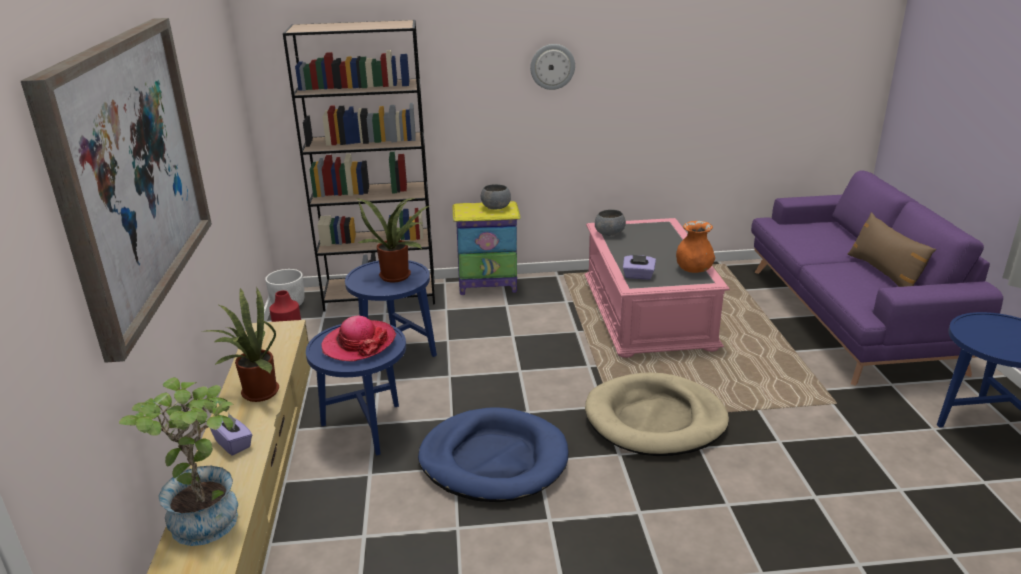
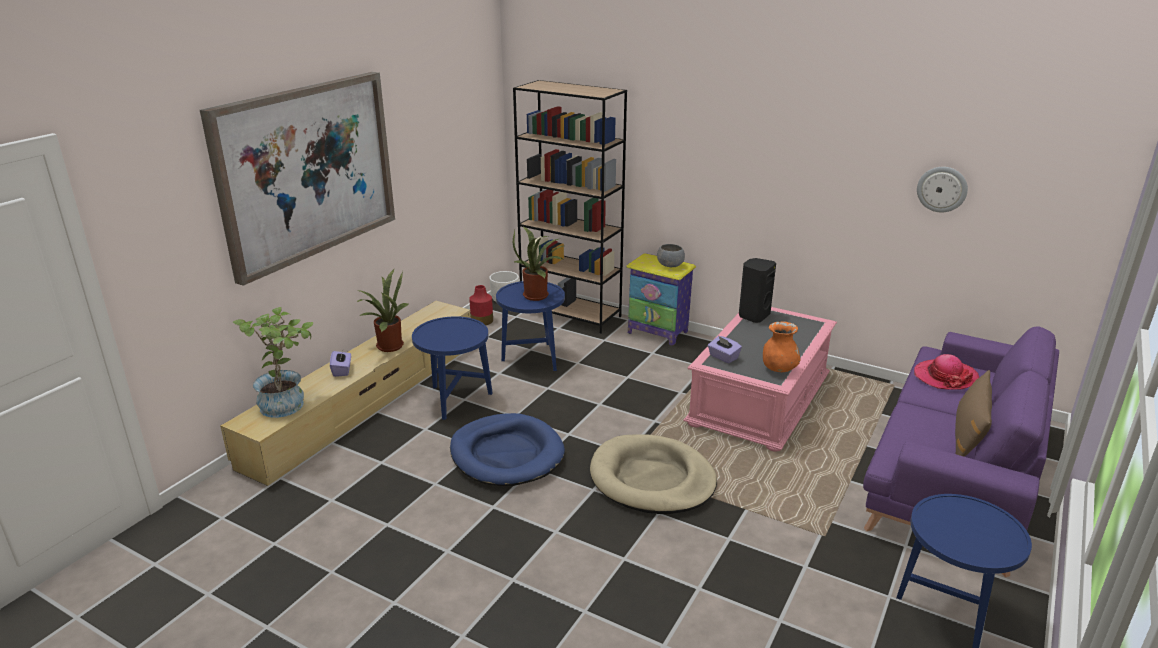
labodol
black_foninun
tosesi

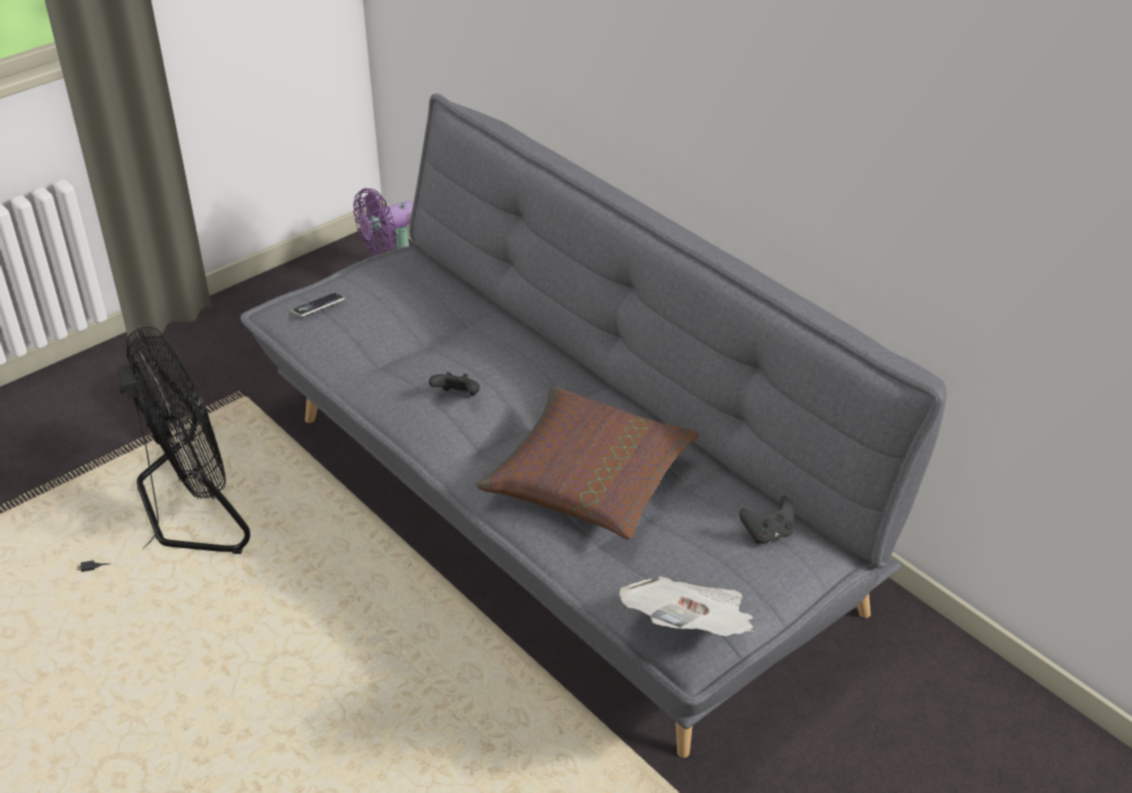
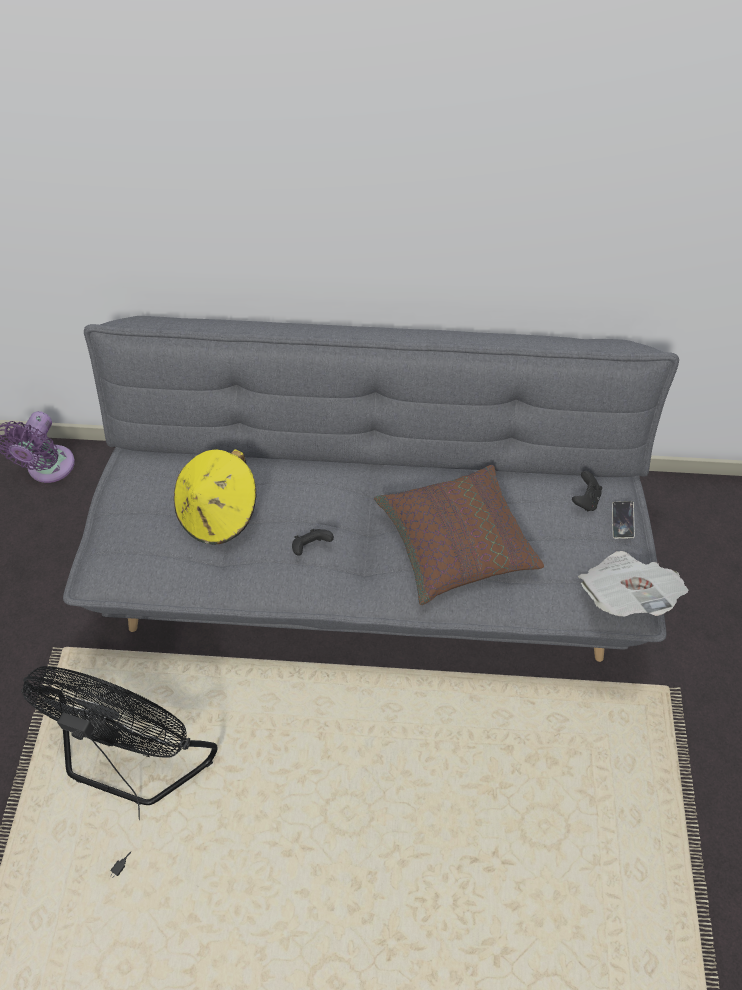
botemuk
yellow_tosesi

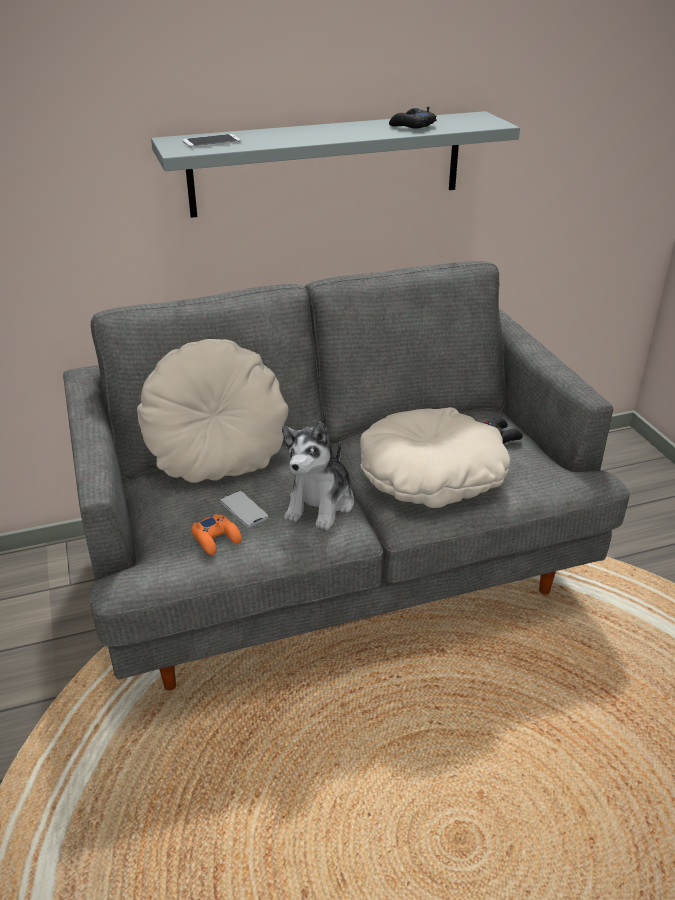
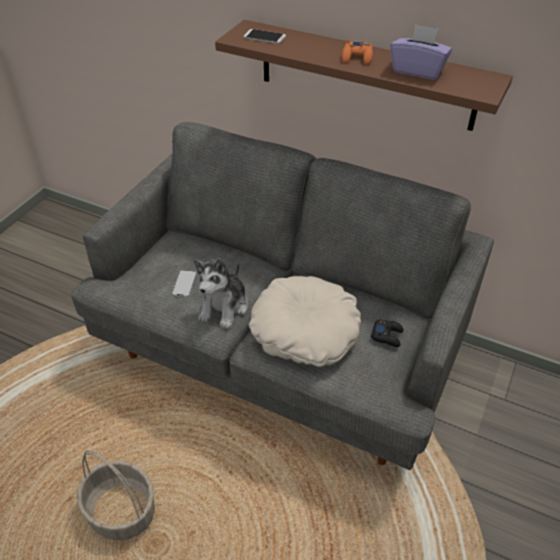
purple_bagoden
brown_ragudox
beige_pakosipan (1st from left in the first image)
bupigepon
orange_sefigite
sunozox

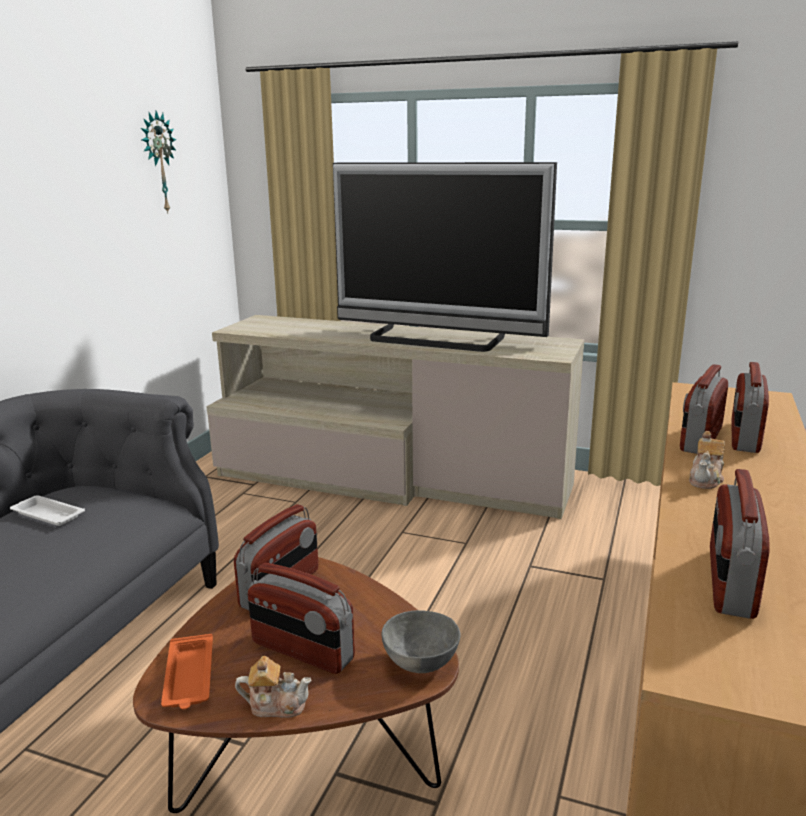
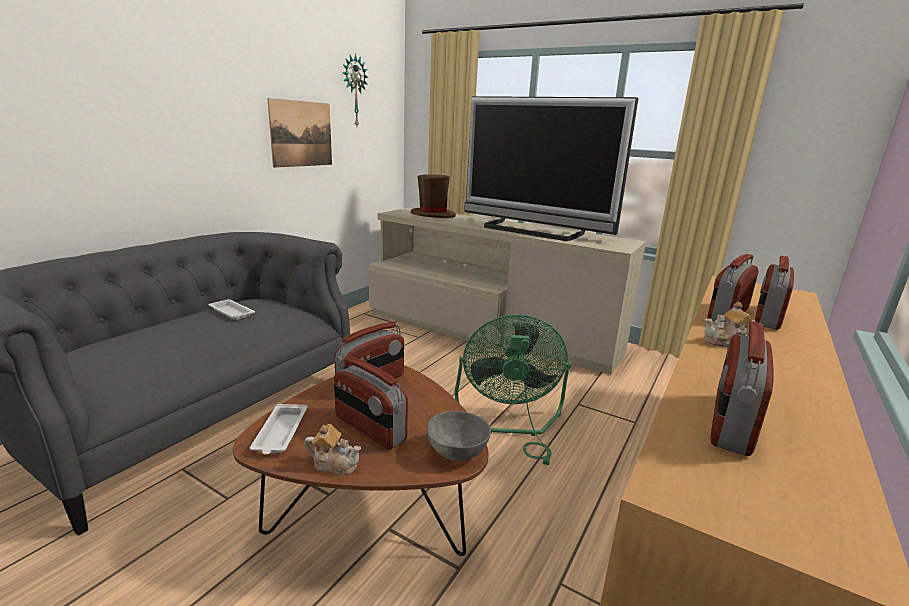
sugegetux (2nd from left)
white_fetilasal (2nd from left)
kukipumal
brown_tosesi
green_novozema

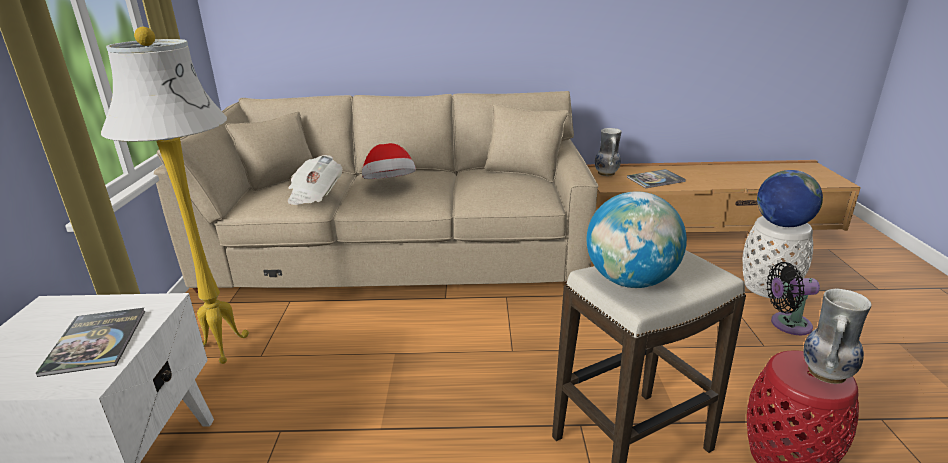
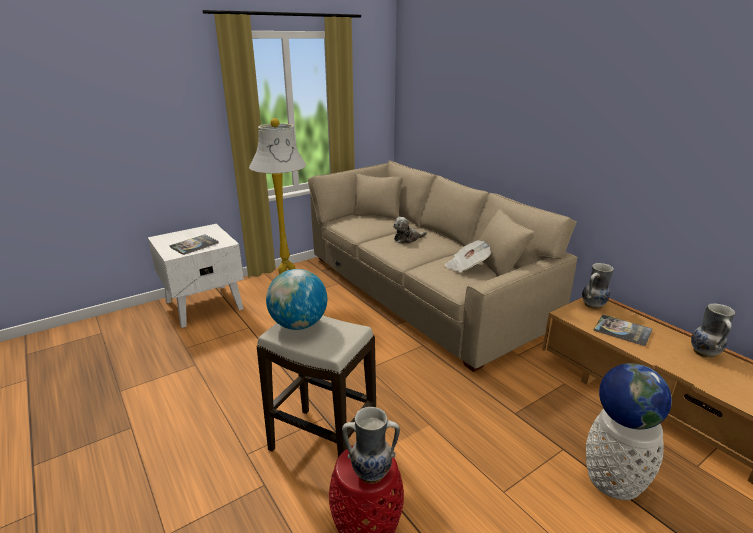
bupigepon
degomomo
black_novozema
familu (3rd from left)

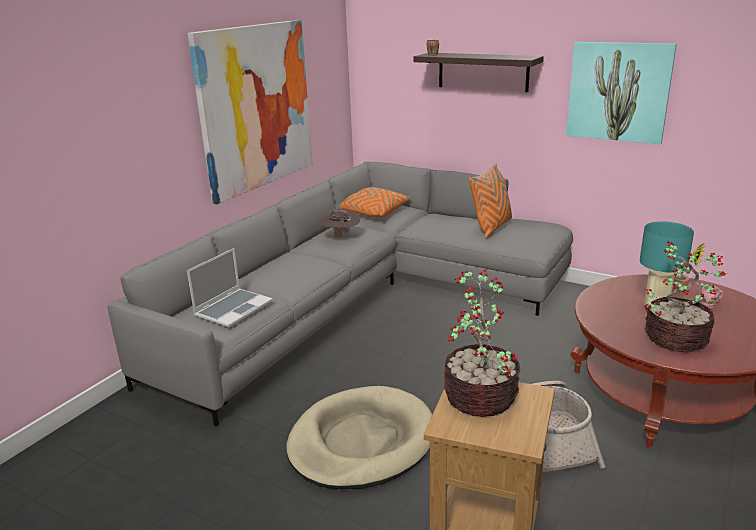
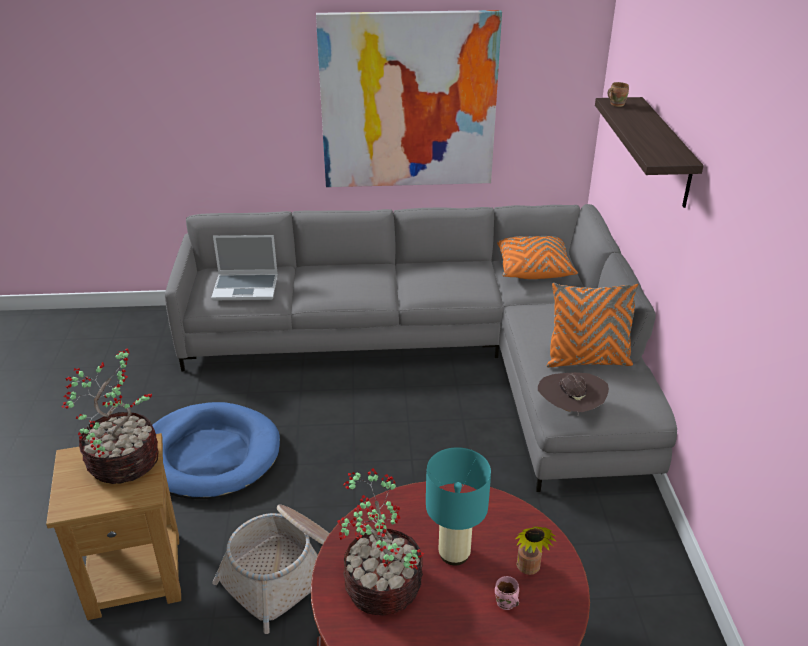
kukipumal (2nd from left in the first image)
brown_tosesi
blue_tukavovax

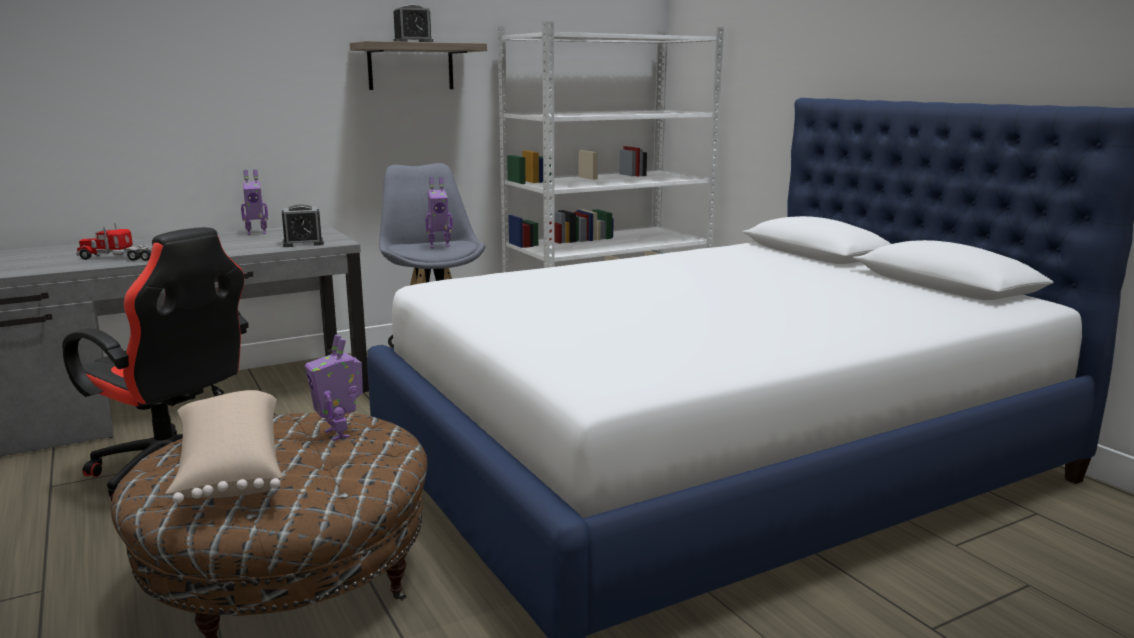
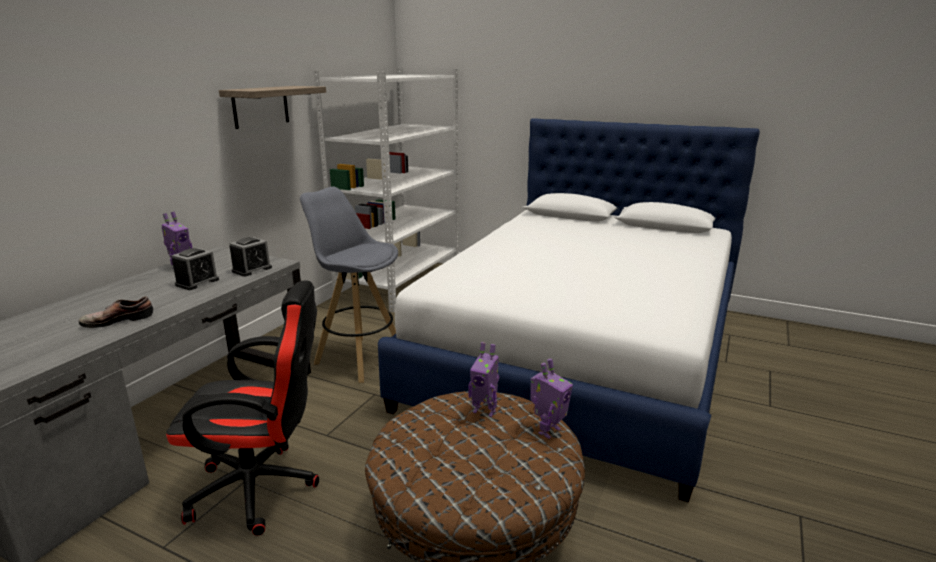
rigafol (1st from left)
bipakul (3rd from left)
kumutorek
beige_pakosipan

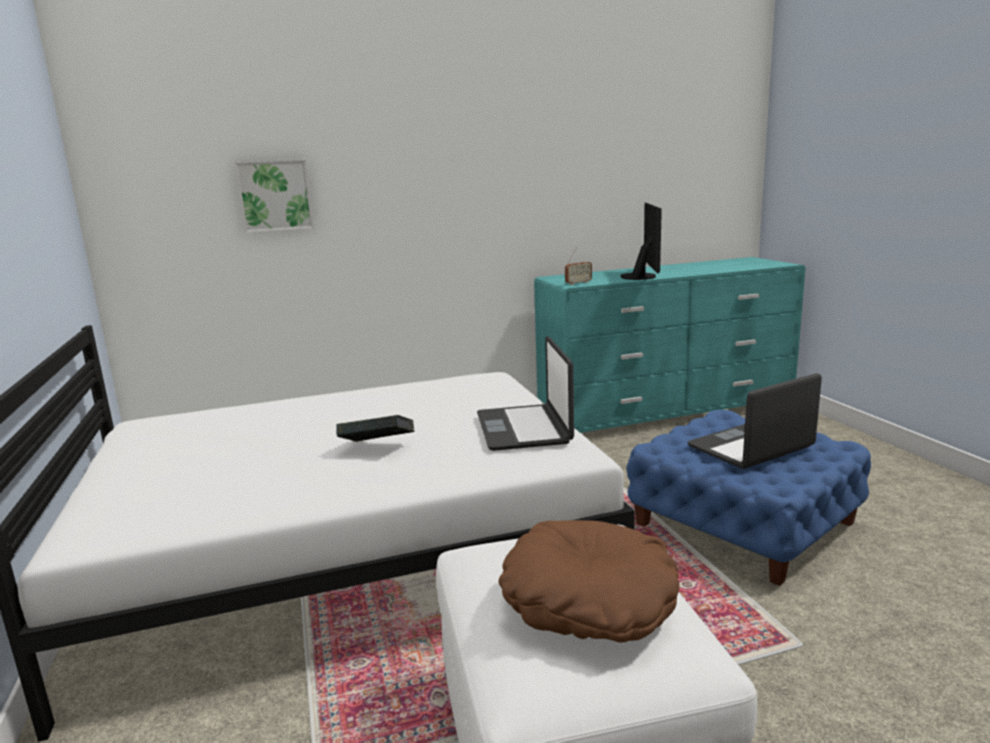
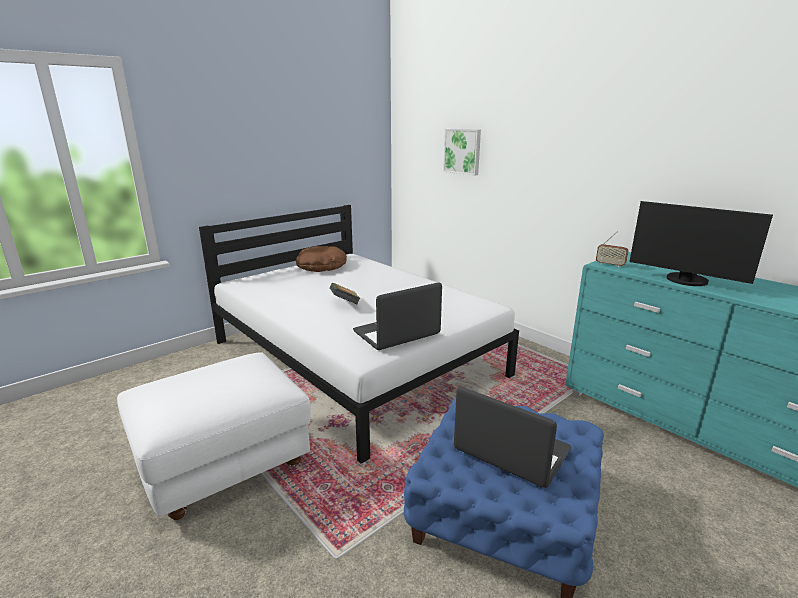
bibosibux
brown_pakosipan

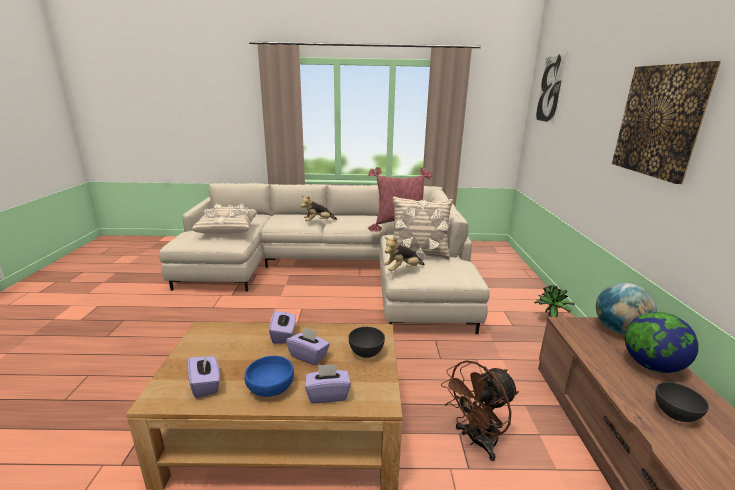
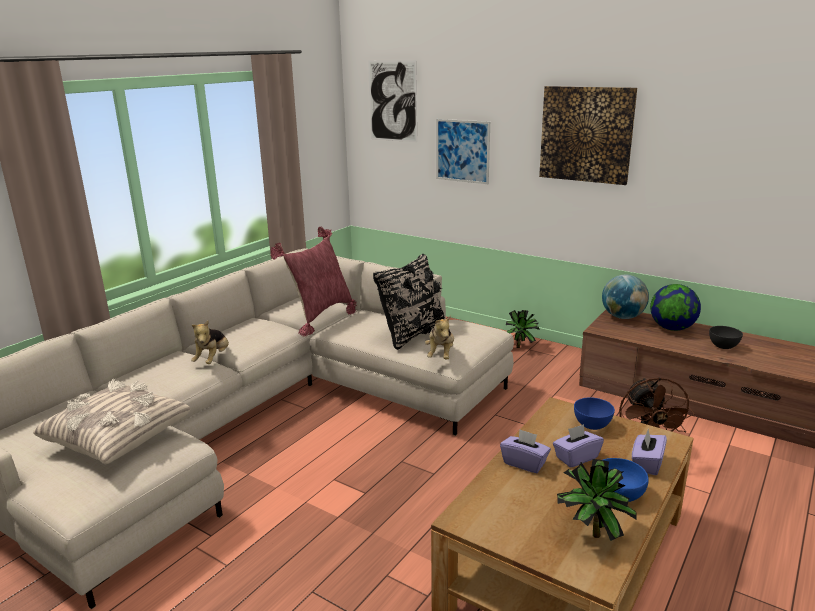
black_pakosipan
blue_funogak (1st from left)
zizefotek (2nd from left)
kukipumal (2nd from left)

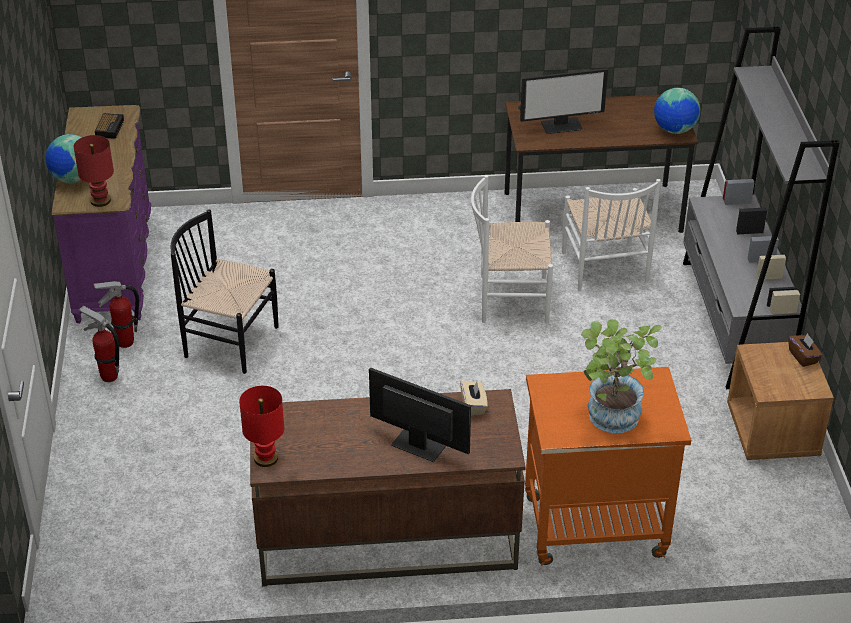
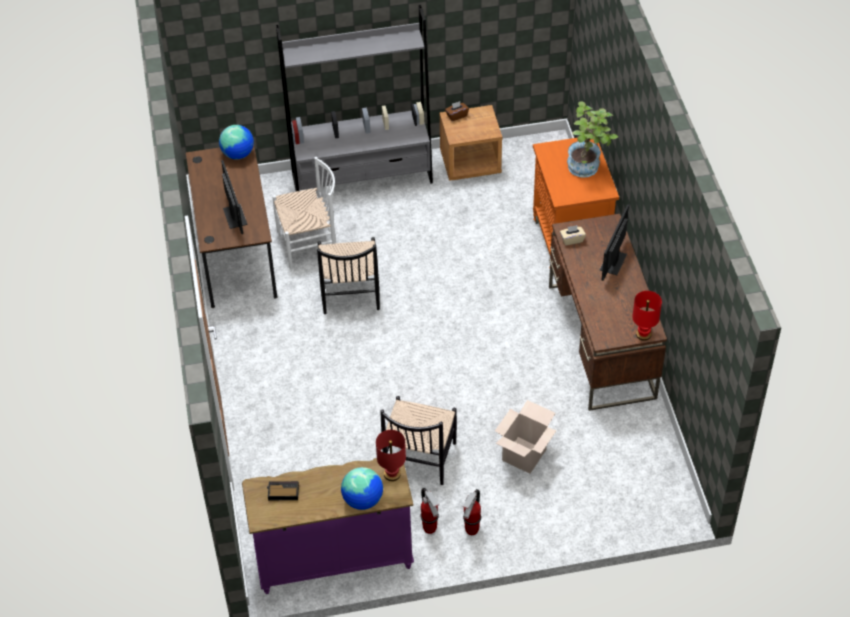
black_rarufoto (1st from left)
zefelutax

